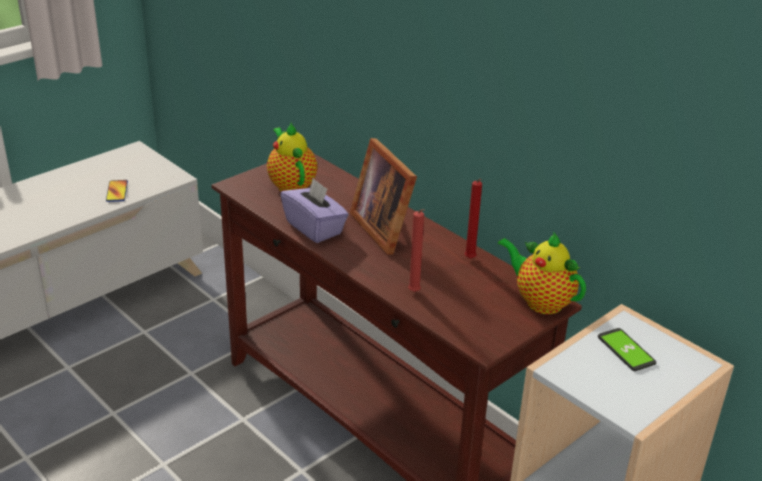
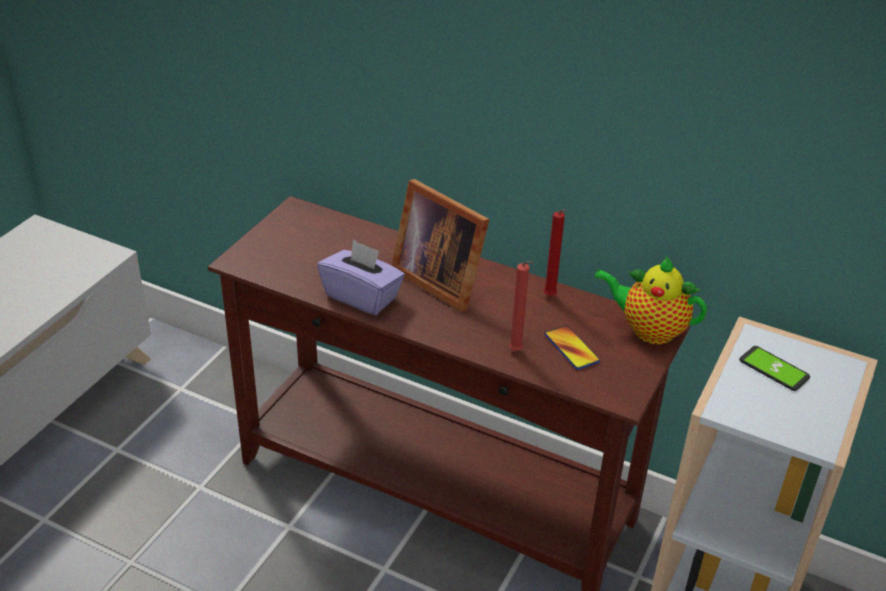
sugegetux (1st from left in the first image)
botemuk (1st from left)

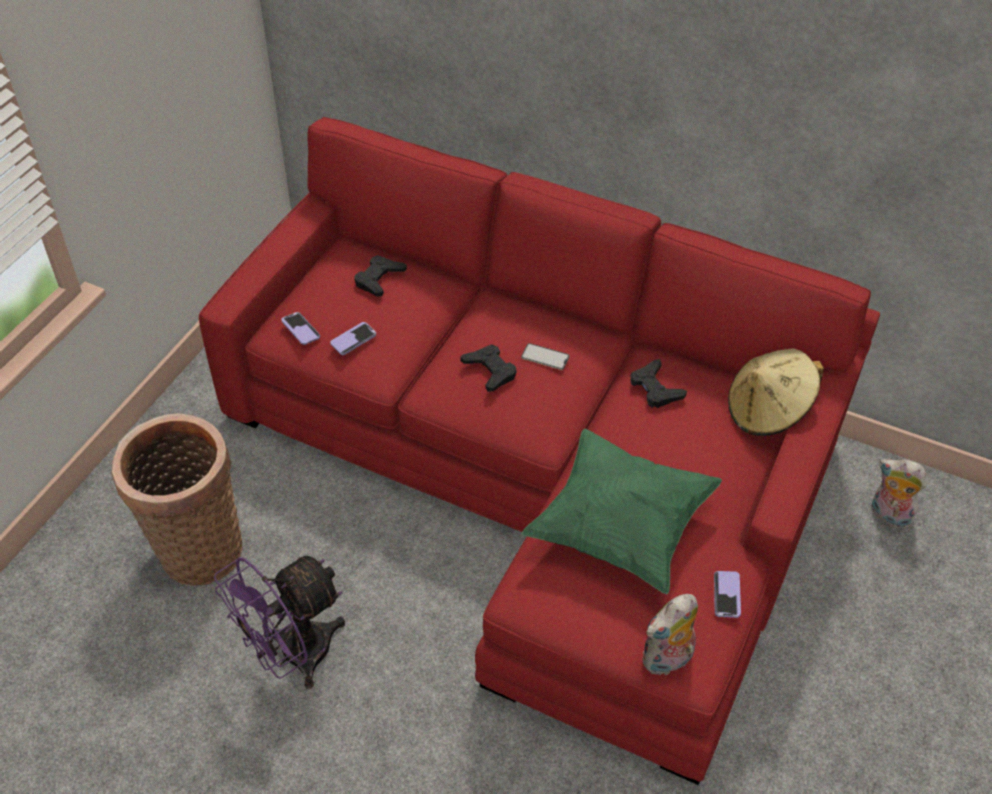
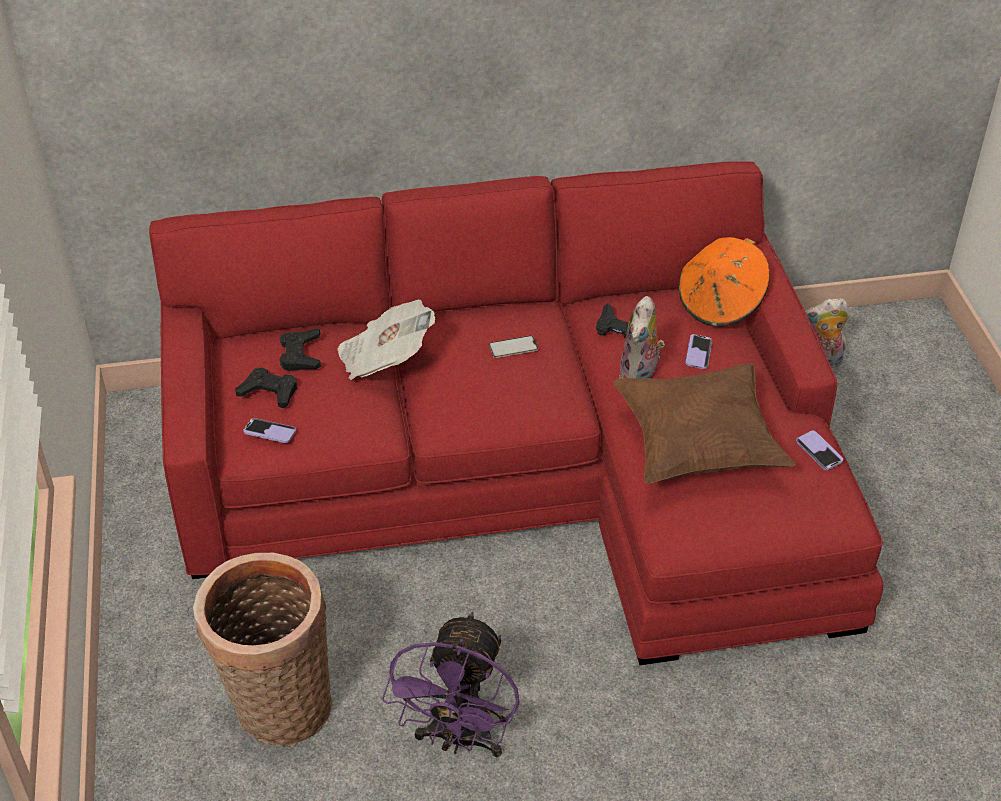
botemuk (3rd from left)
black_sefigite (1st from left)
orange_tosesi
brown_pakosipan
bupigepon (1st from left)
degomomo

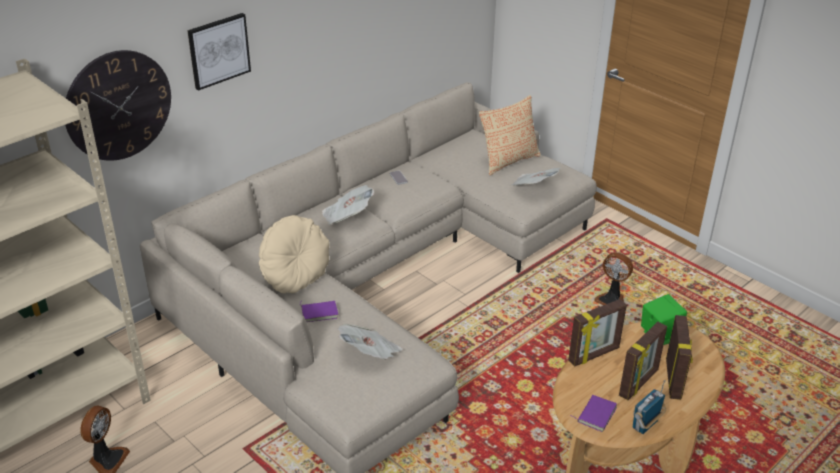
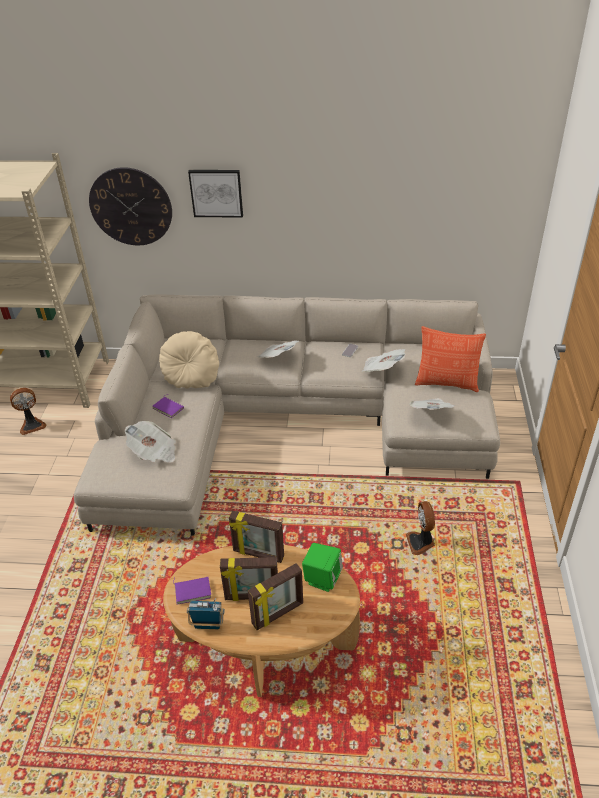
orange_pakosipan
degomomo (3rd from left)

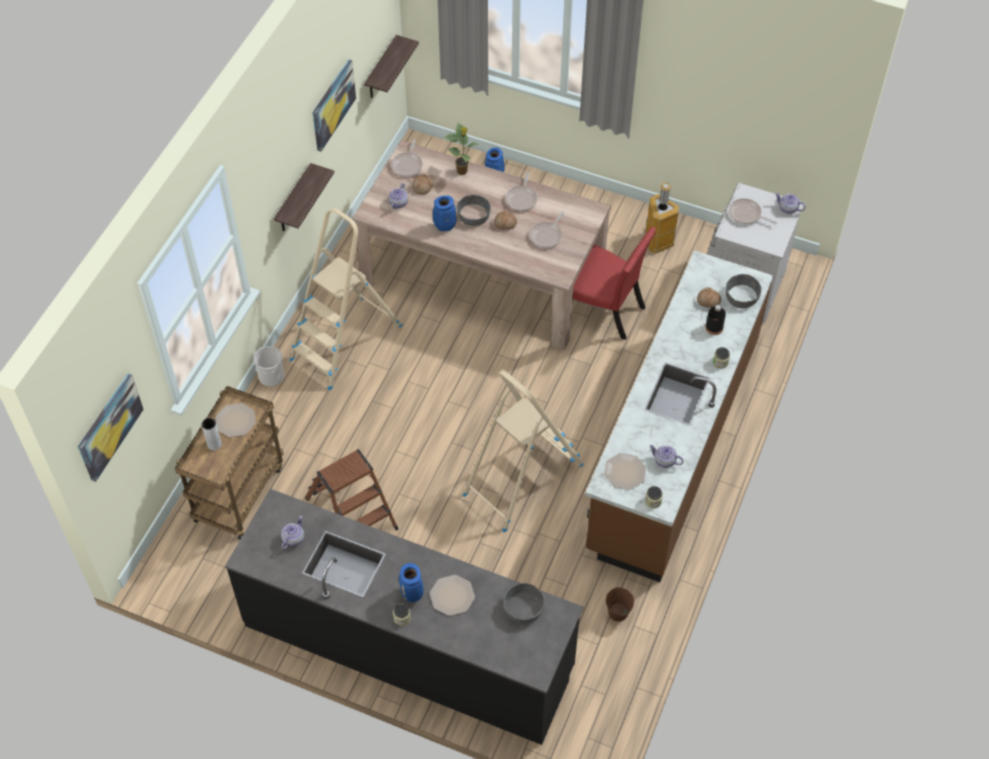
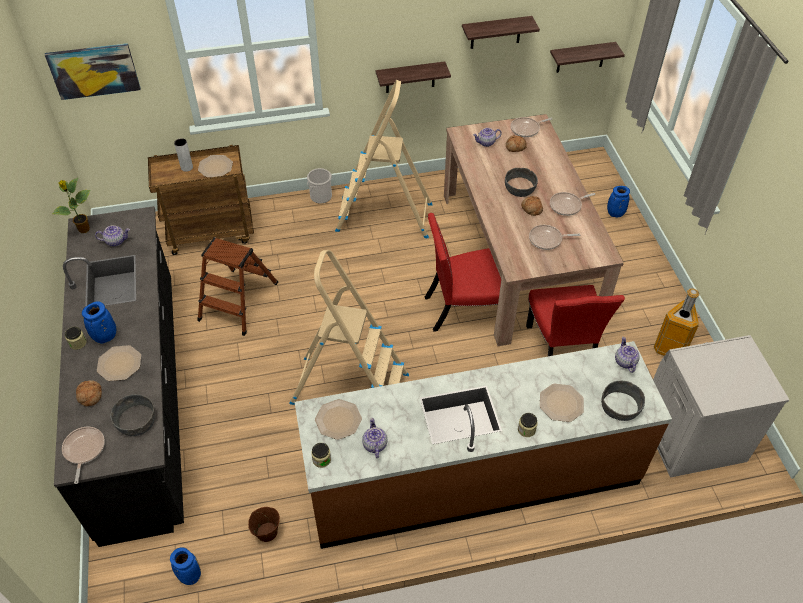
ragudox (2nd from left)
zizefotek
sugegetux (4th from left)
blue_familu (2nd from left)
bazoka (1st from left)
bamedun (1st from left)
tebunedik (4th from left)
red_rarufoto (1st from left)

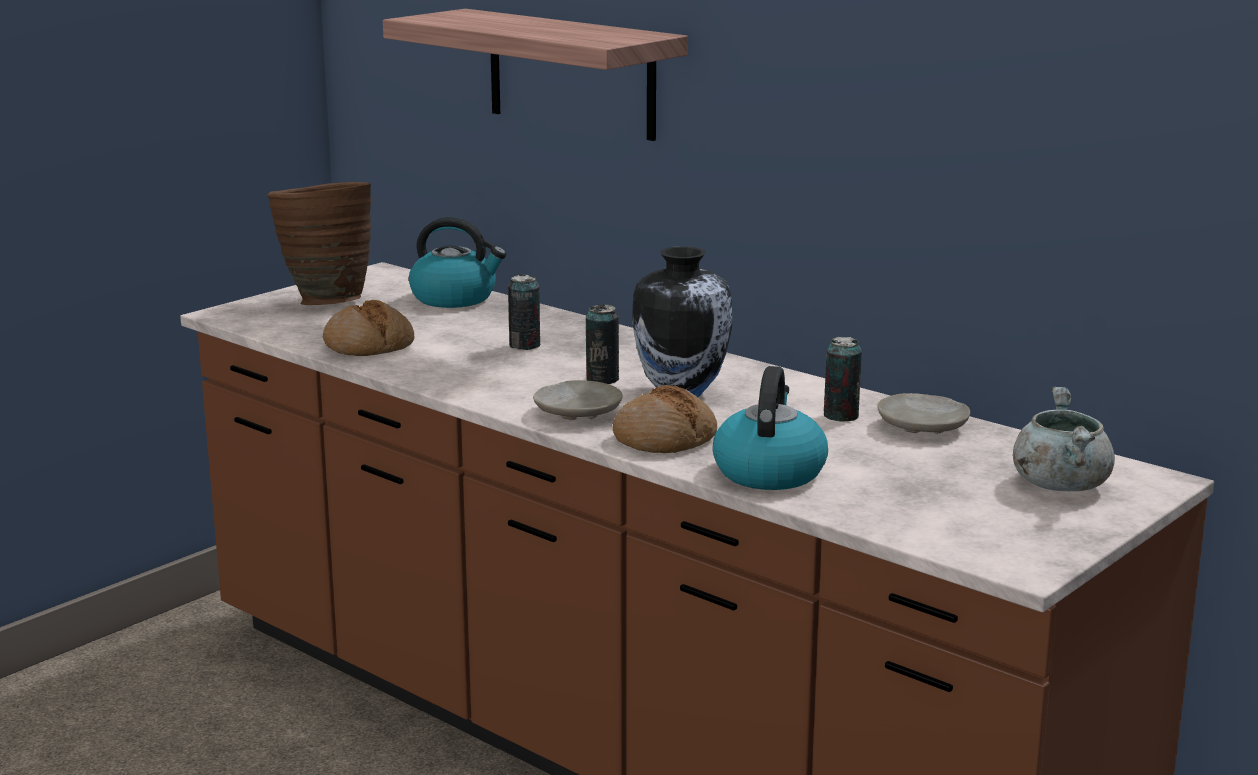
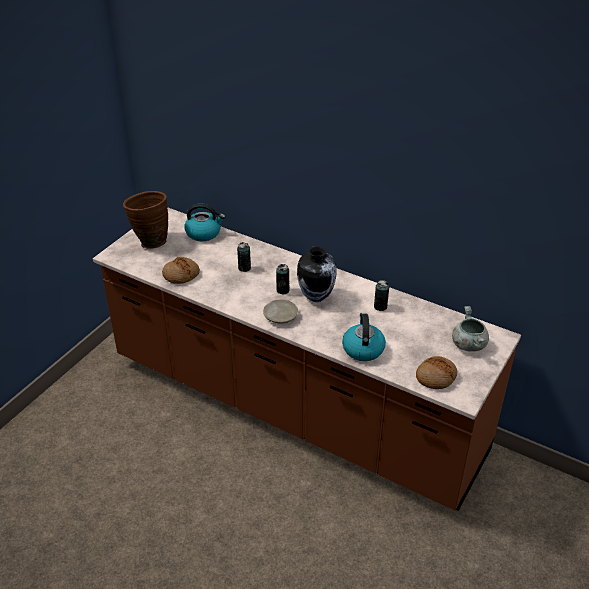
ragudox
bamedun (2nd from left)
beige_tebunedik (2nd from left in the first image)

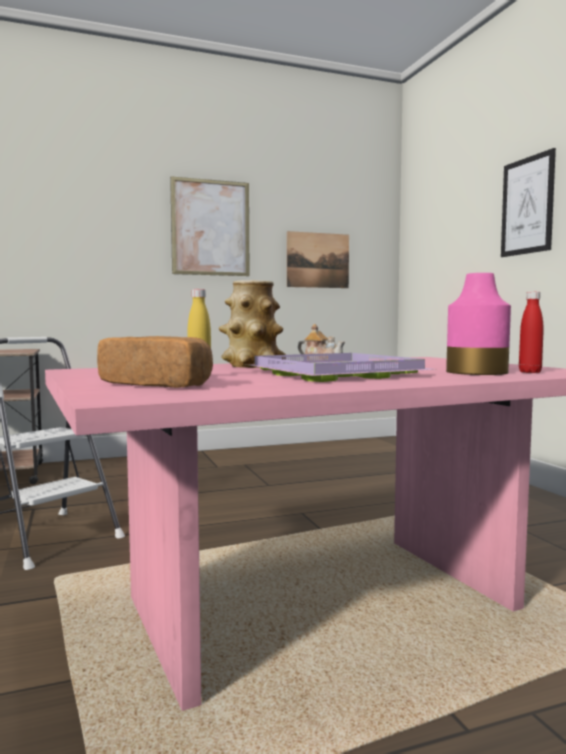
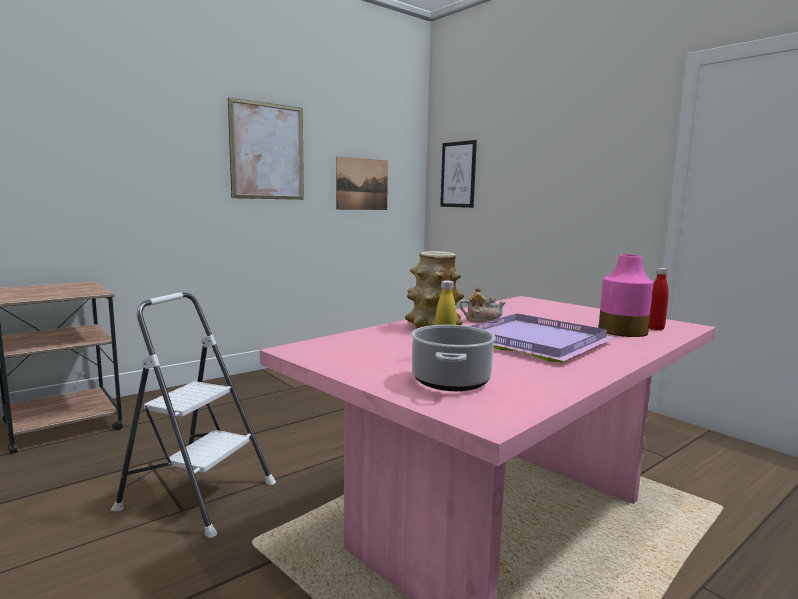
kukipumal (3rd from left)
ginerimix

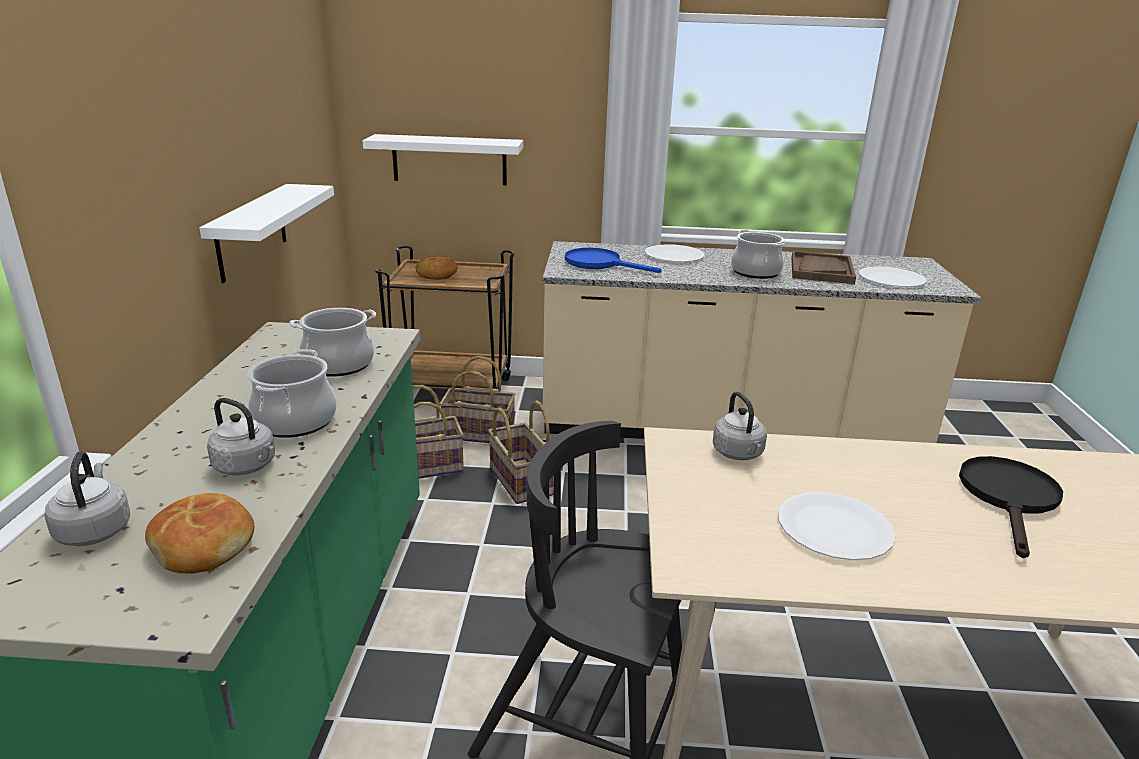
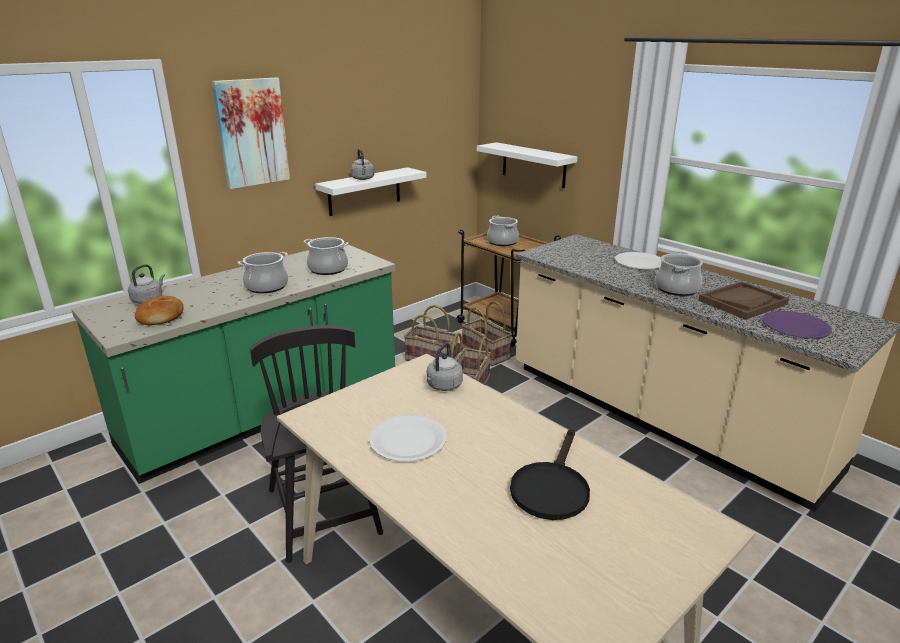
blue_bazoka
ginerimix (3rd from left)
purple_tebunedik
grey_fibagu (2nd from left)
black_bazoka
kukipumal

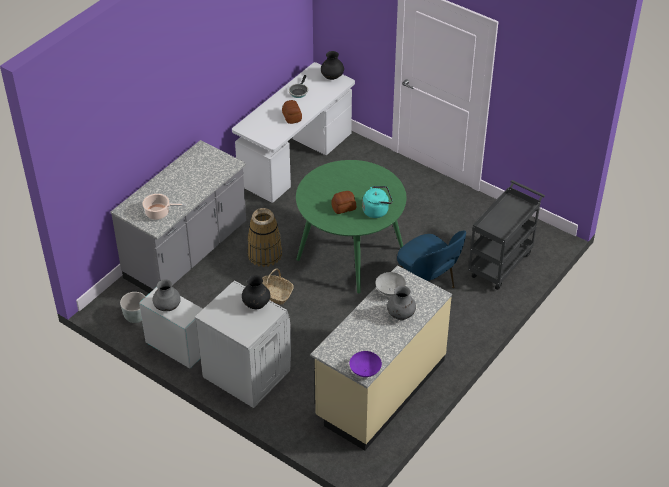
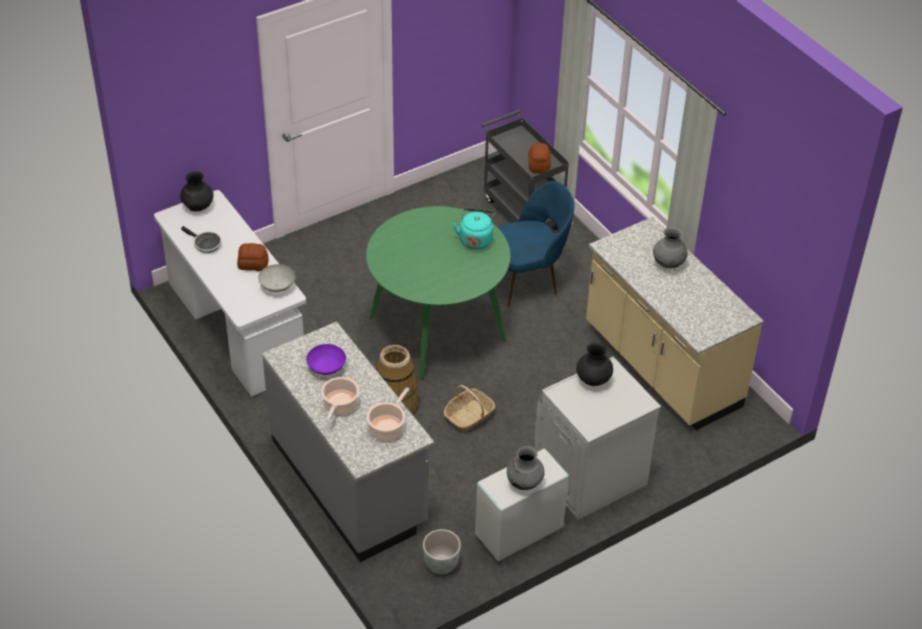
bamedun (2nd from left)
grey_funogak
purple_funogak
ginerimix (1st from left)

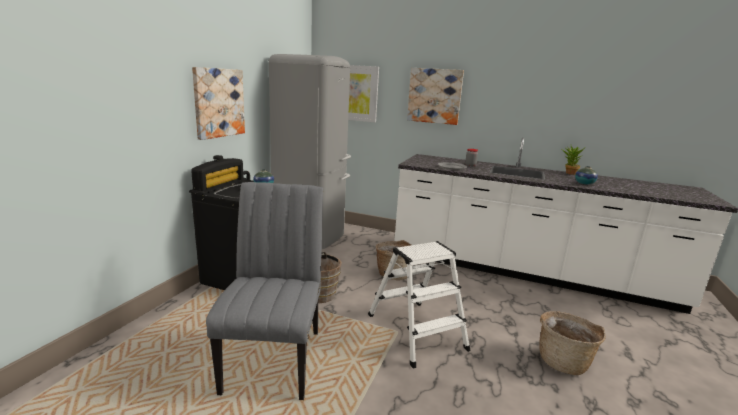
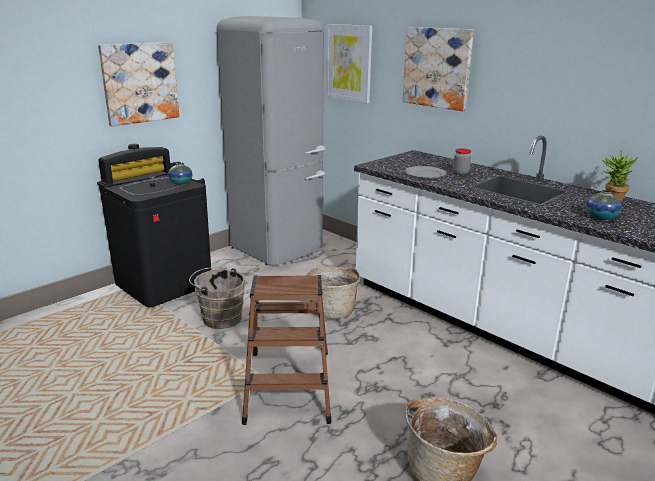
grey_rarufoto
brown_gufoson

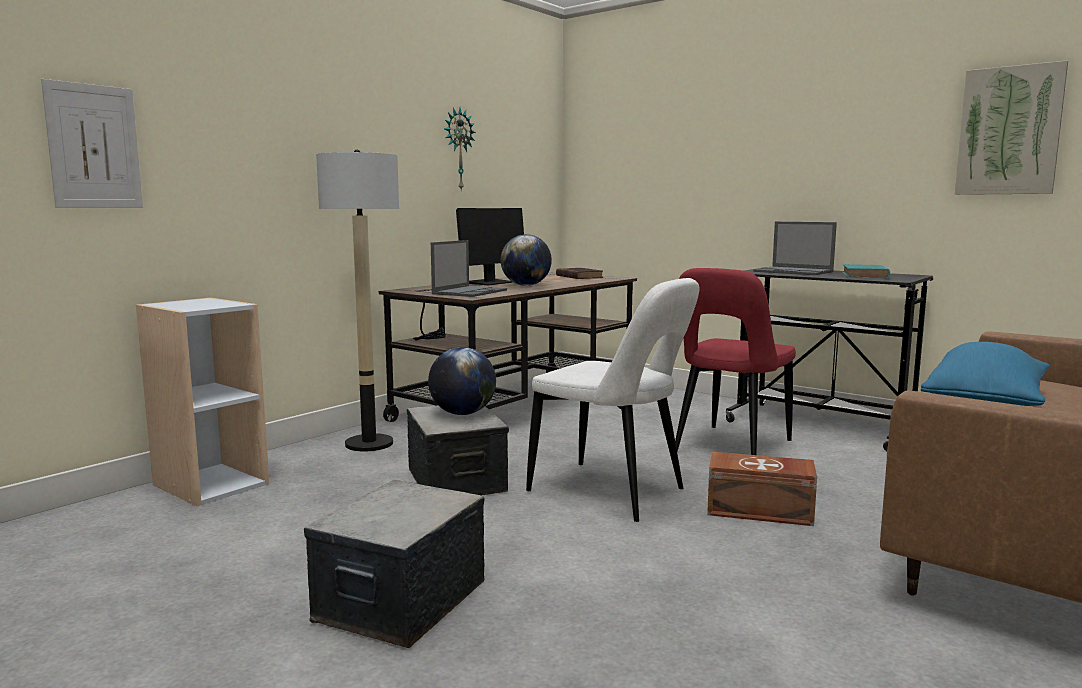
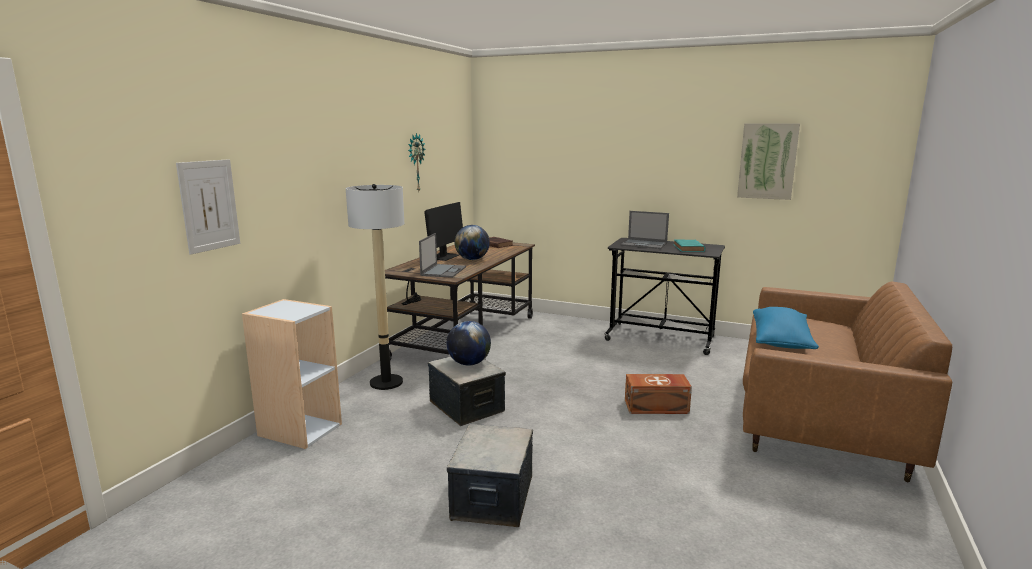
red_rarufoto
white_rarufoto

